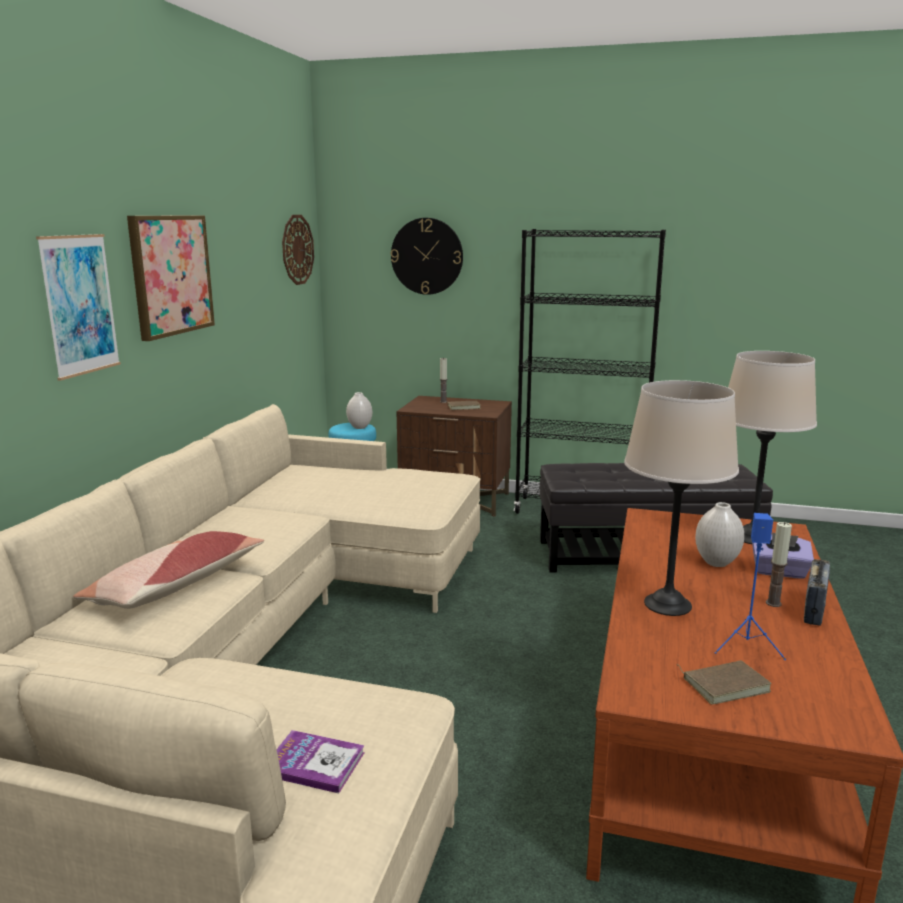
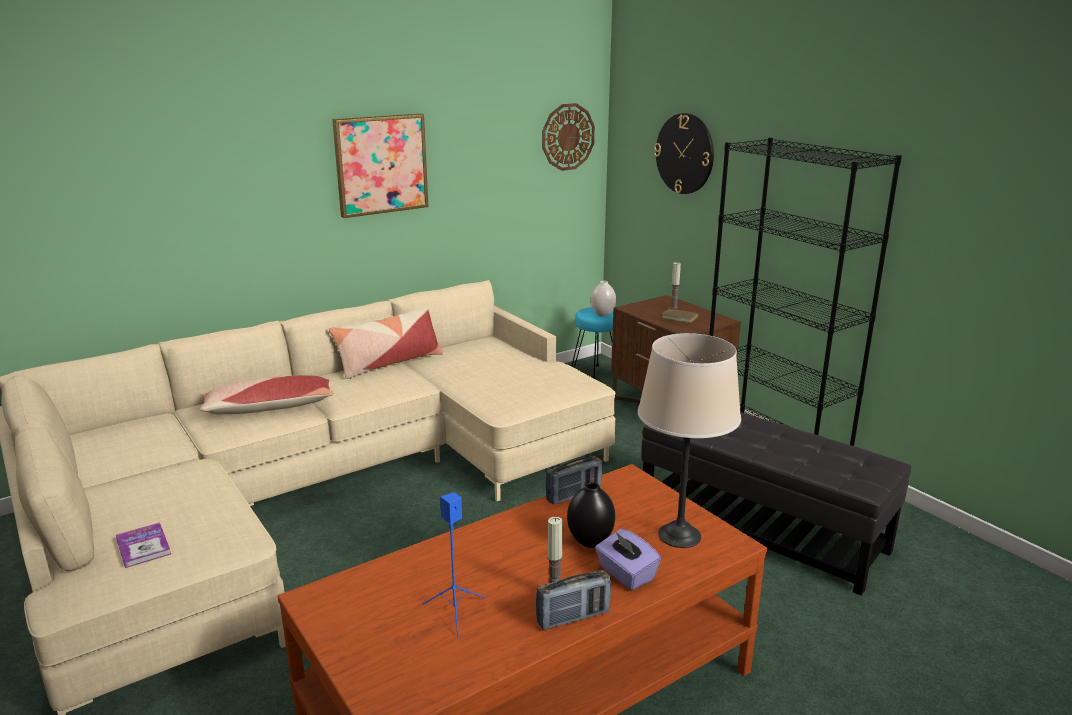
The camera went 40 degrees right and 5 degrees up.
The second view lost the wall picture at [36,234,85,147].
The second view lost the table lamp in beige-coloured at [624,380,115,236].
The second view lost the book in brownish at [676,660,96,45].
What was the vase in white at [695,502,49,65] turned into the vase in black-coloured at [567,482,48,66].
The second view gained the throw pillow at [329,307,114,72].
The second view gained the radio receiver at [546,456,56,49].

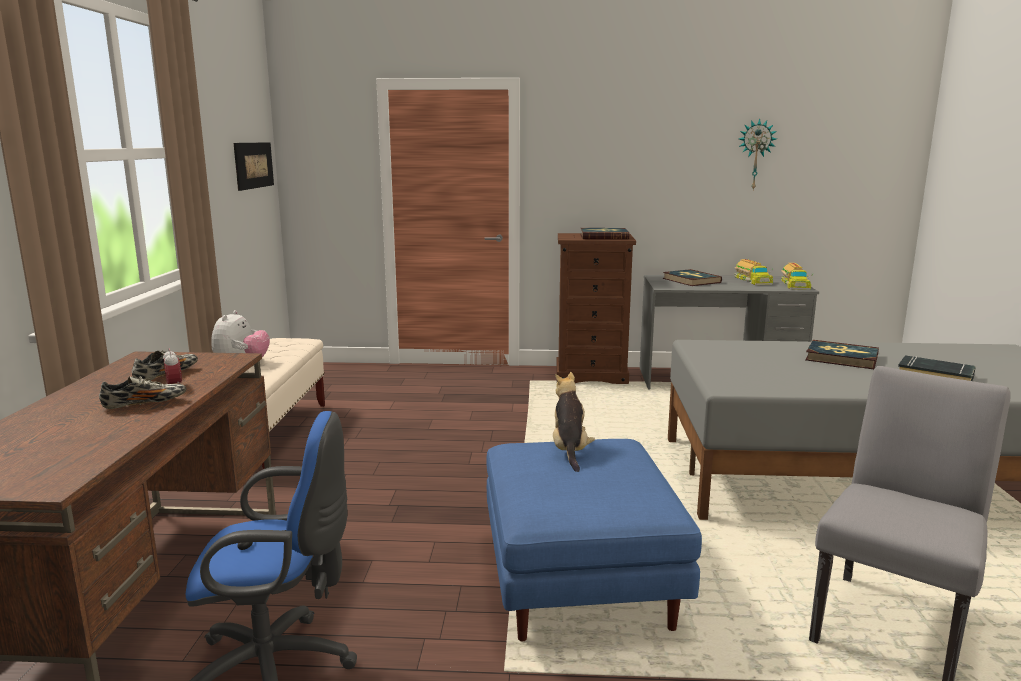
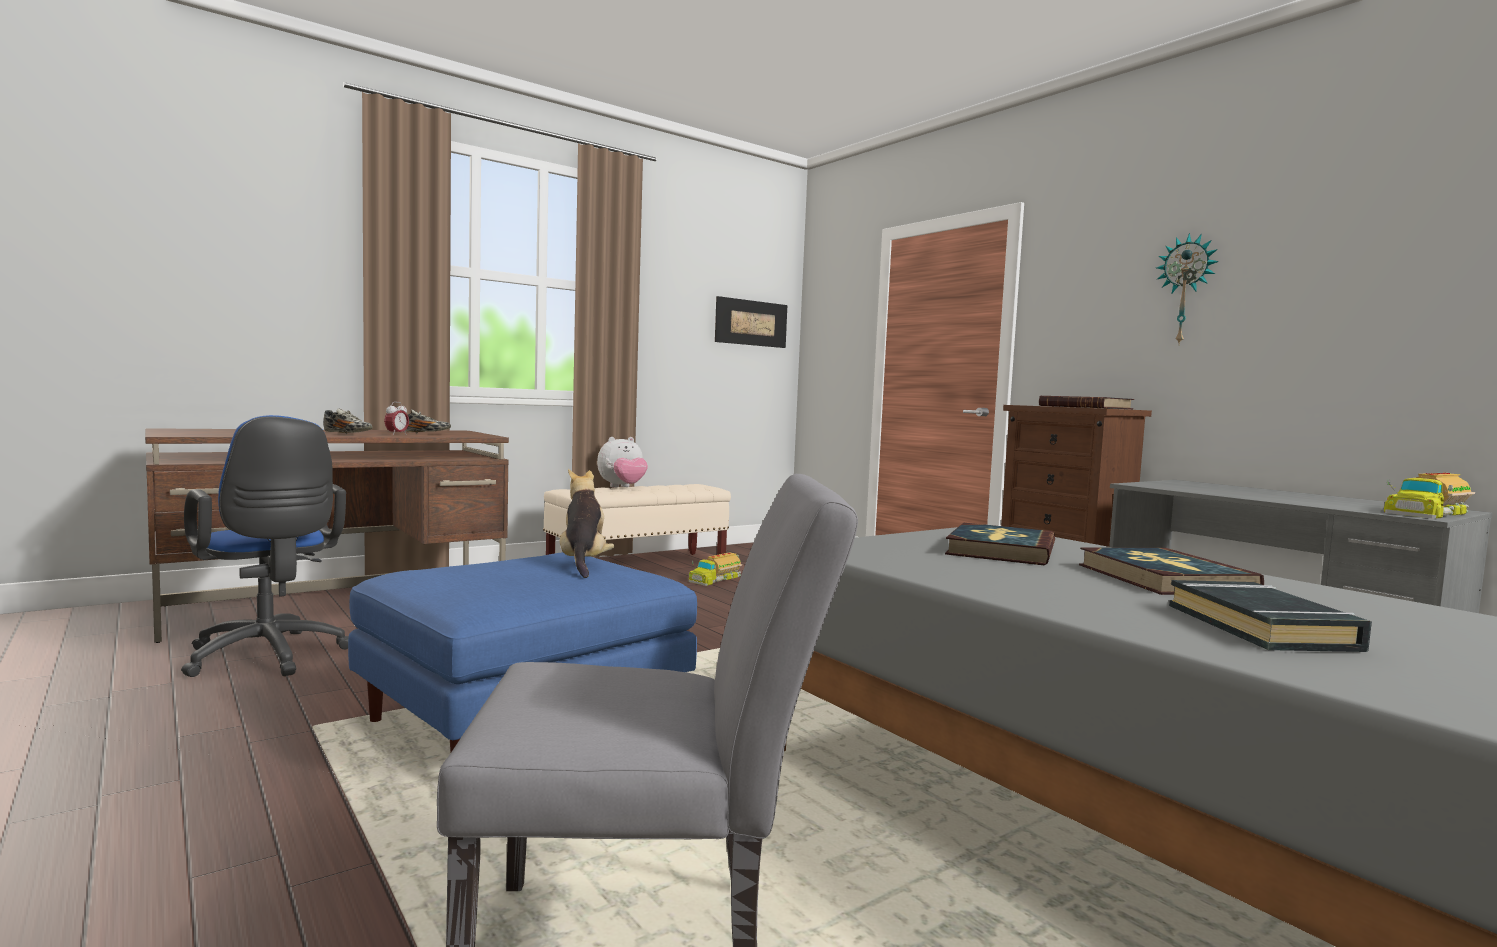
The camera went 50 degrees right and 10 degrees down.
The soft toy at [553,372,42,100] ended up facing another way, 60 degrees counterclockwise from before.
The book ended up elsewhere, having gone from [663,269,59,17] to [945,523,110,42].
The toy truck ended up elsewhere, having gone from [734,259,39,26] to [689,552,53,34].
The wall clock ended up elsewhere, having gone from [739,119,38,71] to [1157,233,62,111].

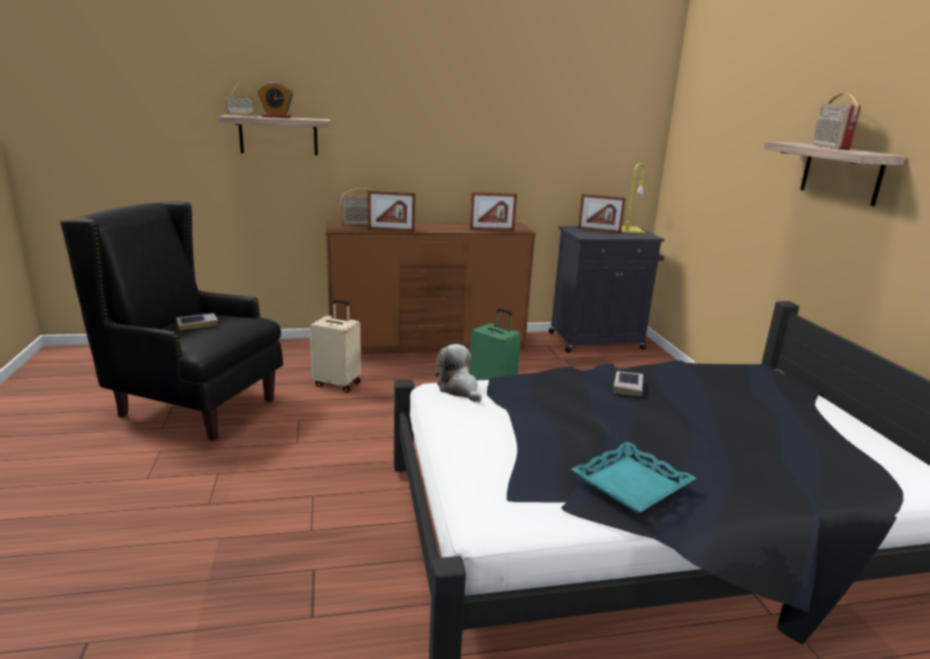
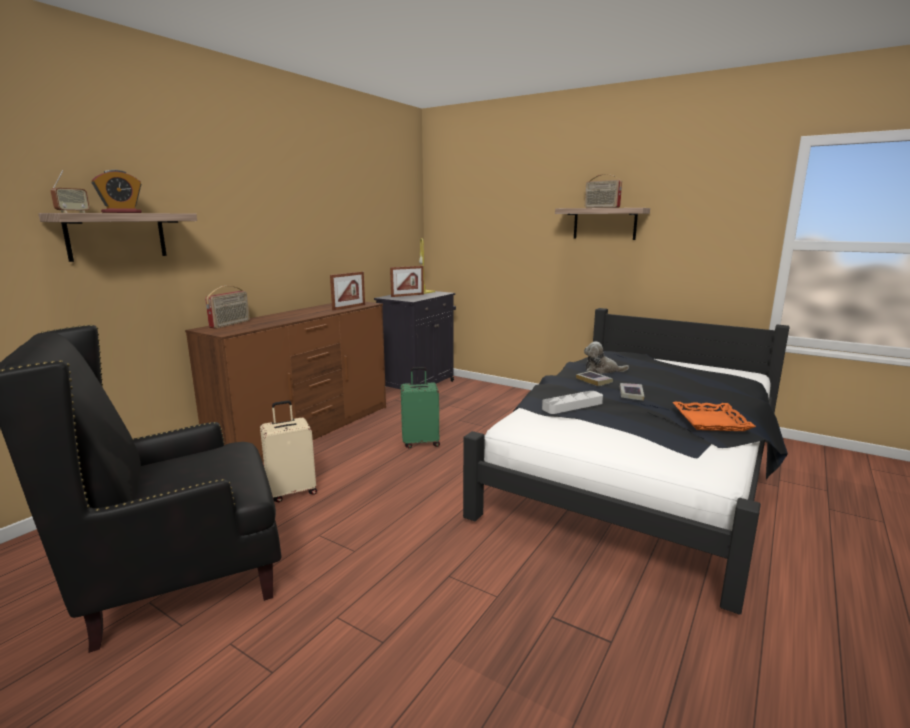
The camera went 45 degrees left and 5 degrees down.
The book ended up elsewhere, having gone from [176,313,42,17] to [620,383,24,18].
The second view lost the photo frame at [368,190,48,42].
The soft toy ended up elsewhere, having gone from [435,344,47,58] to [584,342,45,32].
What was the serving tray in blue-green at [571,442,125,71] turned into the serving tray in orange-coloured at [673,402,83,29].
The second view gained the serving tray in grey at [542,391,61,23].

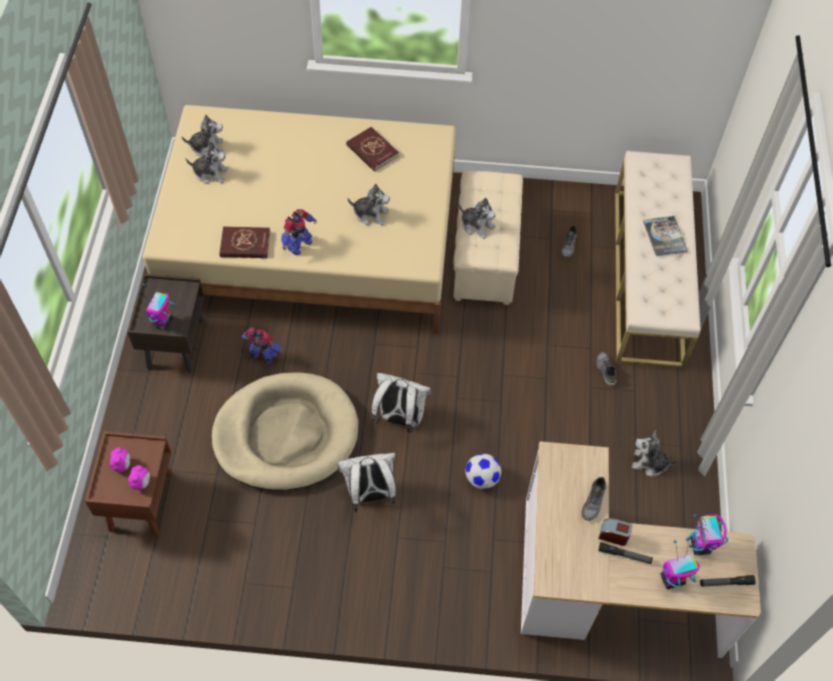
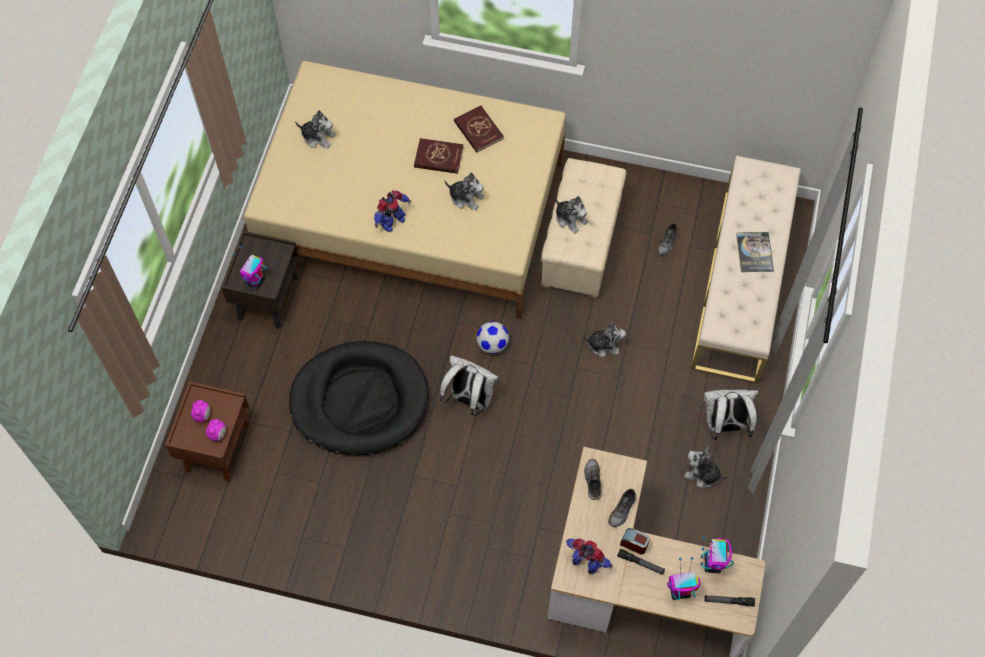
The camera went 10 degrees right and 5 degrees up.
The soft toy ended up elsewhere, having gone from [182,114,41,43] to [582,323,44,34].
What was the dog bed in beige-coloured at [212,373,146,118] turned into the dog bed in black-coloured at [289,341,140,115].
The book in red ended up elsewhere, having gone from [219,226,51,32] to [414,138,49,36].
The model robot ended up elsewhere, having gone from [241,328,42,36] to [566,539,46,35].
The rucksack in white ended up elsewhere, having gone from [337,453,59,59] to [703,390,55,50].
The ball for football ended up elsewhere, having gone from [465,453,36,36] to [476,321,33,33].
The shoe in grey ended up elsewhere, having gone from [596,352,21,34] to [584,459,17,41].

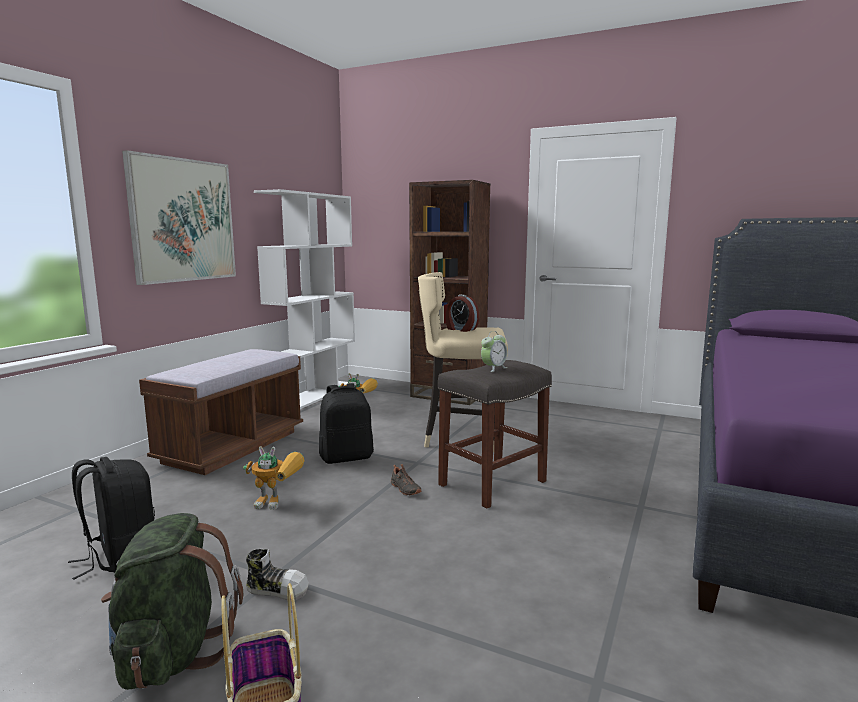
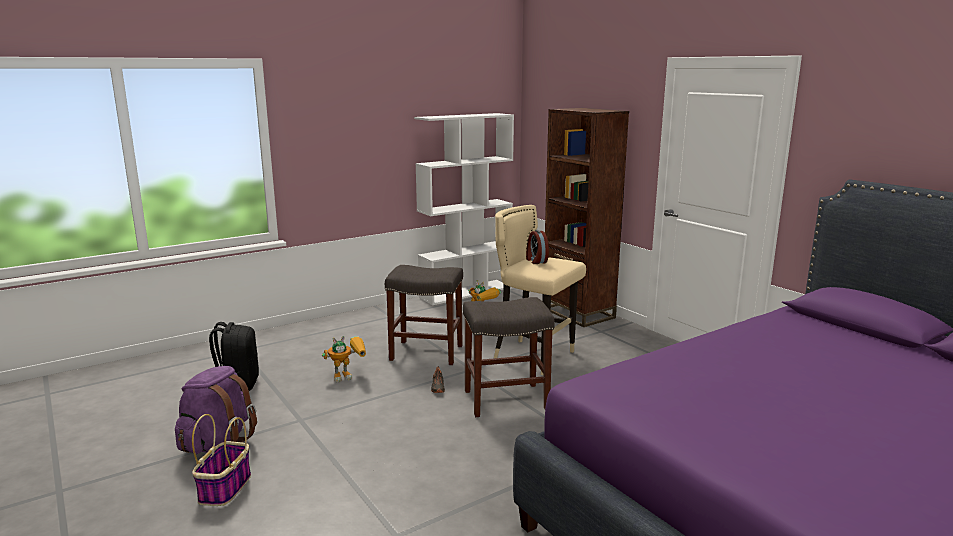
The camera went 30 degrees right and 5 degrees up.
What was the rucksack in greenish at [101,513,142,177] turned into the rucksack in purple at [175,366,82,88].
The second view lost the wall picture at [122,150,114,135].
The second view lost the bench in brownish at [139,349,164,126].
The model robot at [243,446,62,64] ended up facing another way, 60 degrees counterclockwise from before.
The second view lost the shoe at [246,549,63,52].
Where the rucksack in black-coloured stood at [319,383,55,81], the sitting stool in grey came to stand at [385,265,78,100].
The second view lost the table clock at [481,331,26,41].

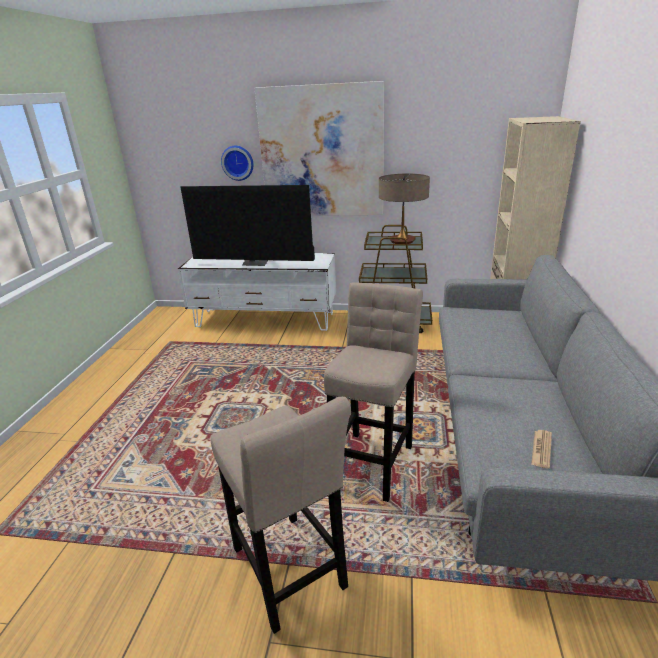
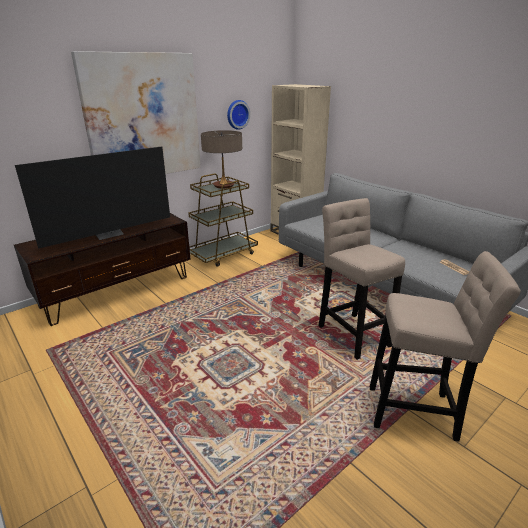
The camera went 50 degrees left and 0 degrees up.
What was the tv unit in white at [177,253,159,78] turned into the tv unit in brownish at [14,213,177,113].
The wall clock ended up elsewhere, having gone from [221,146,32,35] to [227,100,23,30].

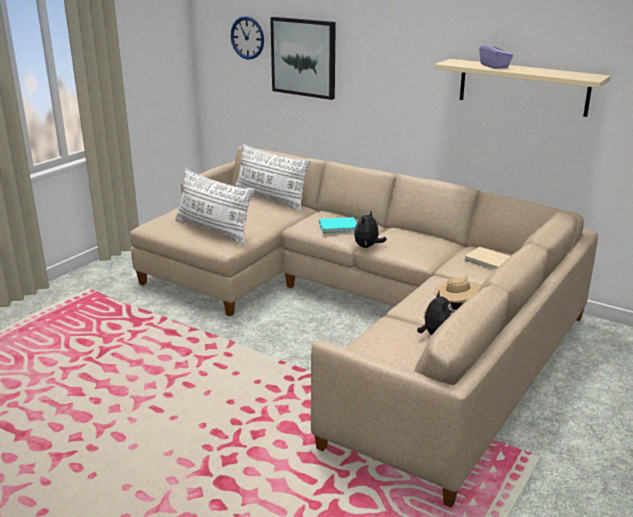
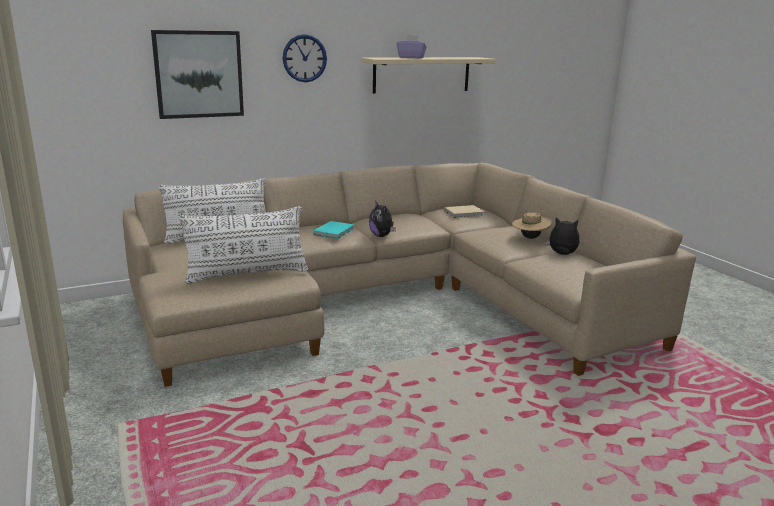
The camera went 60 degrees left and 5 degrees down.
The wall clock ended up elsewhere, having gone from [231,16,33,44] to [283,34,44,48].

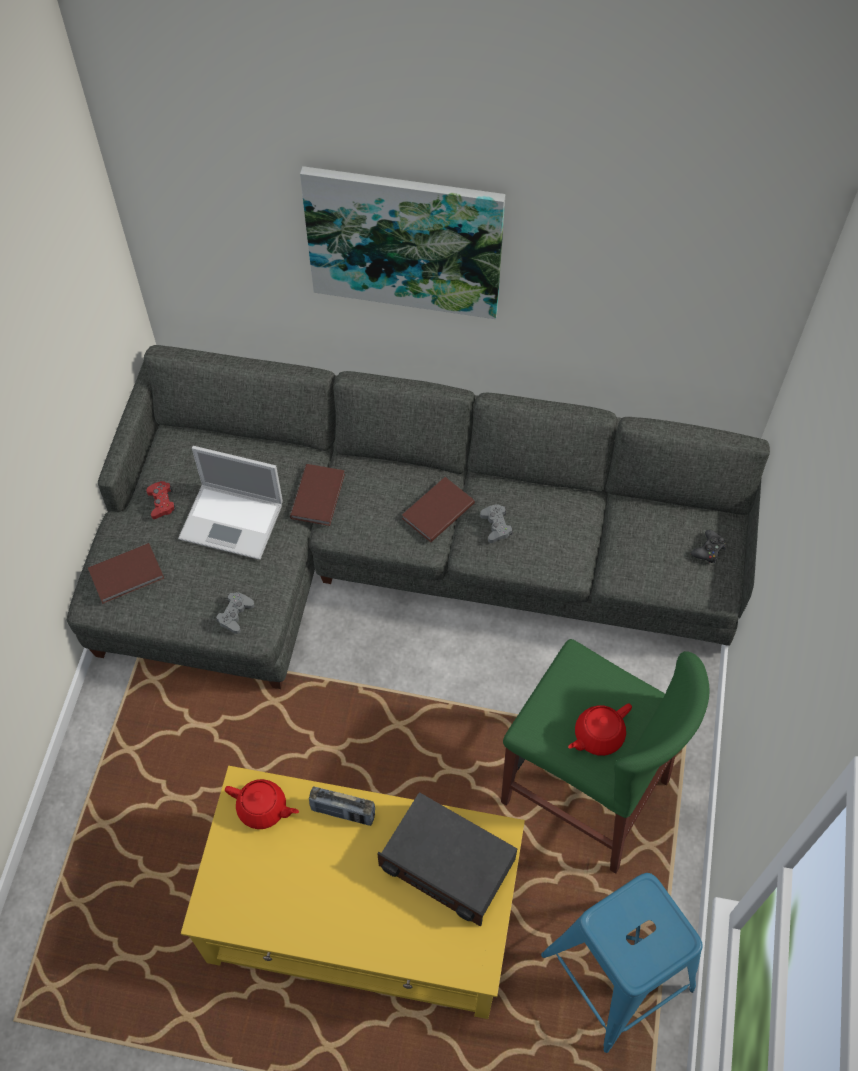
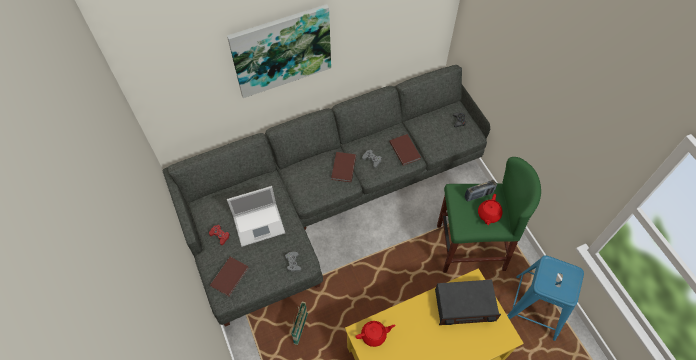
The camera went 35 degrees left and 0 degrees up.
The book in brownish ended up elsewhere, having gone from [290,464,55,62] to [389,134,32,32].
The radio receiver ended up elsewhere, having gone from [309,786,66,40] to [465,180,32,22].
The second view gained the storage basket at [291,301,17,44].

